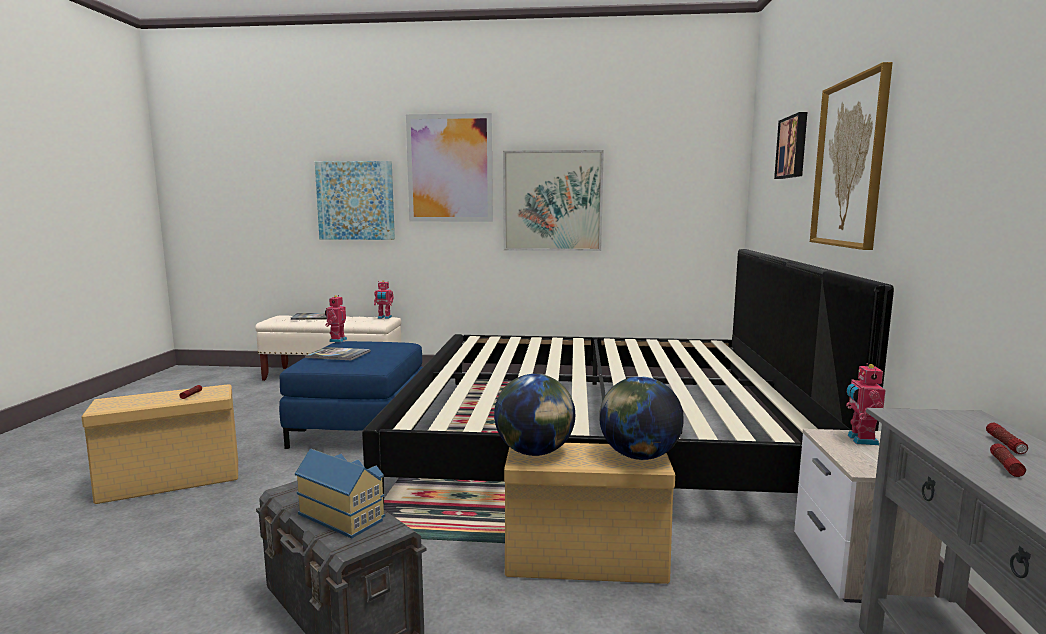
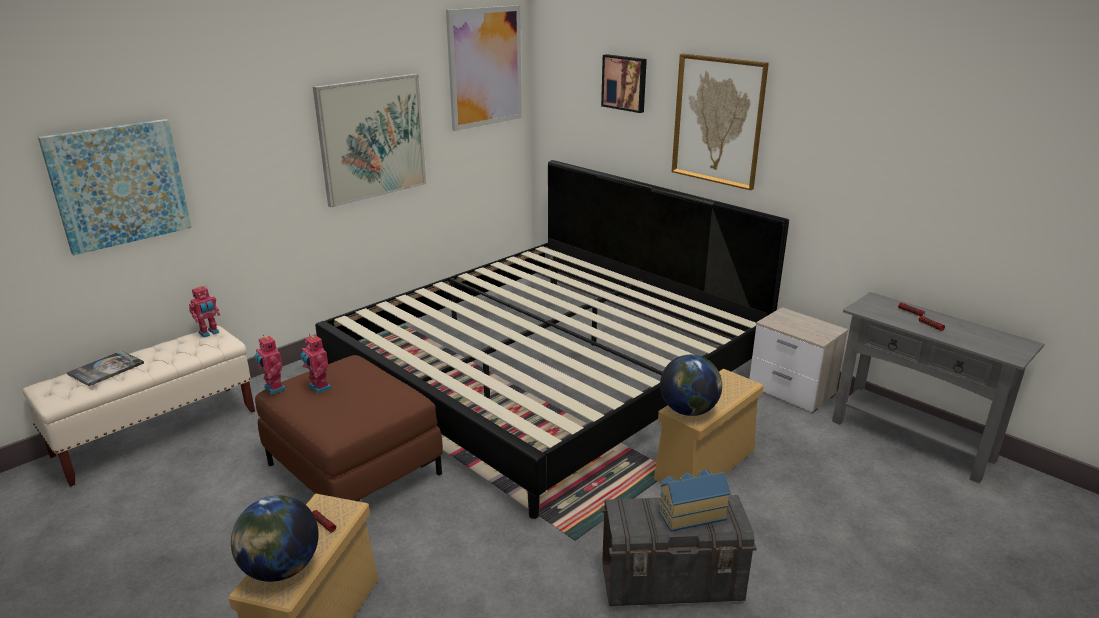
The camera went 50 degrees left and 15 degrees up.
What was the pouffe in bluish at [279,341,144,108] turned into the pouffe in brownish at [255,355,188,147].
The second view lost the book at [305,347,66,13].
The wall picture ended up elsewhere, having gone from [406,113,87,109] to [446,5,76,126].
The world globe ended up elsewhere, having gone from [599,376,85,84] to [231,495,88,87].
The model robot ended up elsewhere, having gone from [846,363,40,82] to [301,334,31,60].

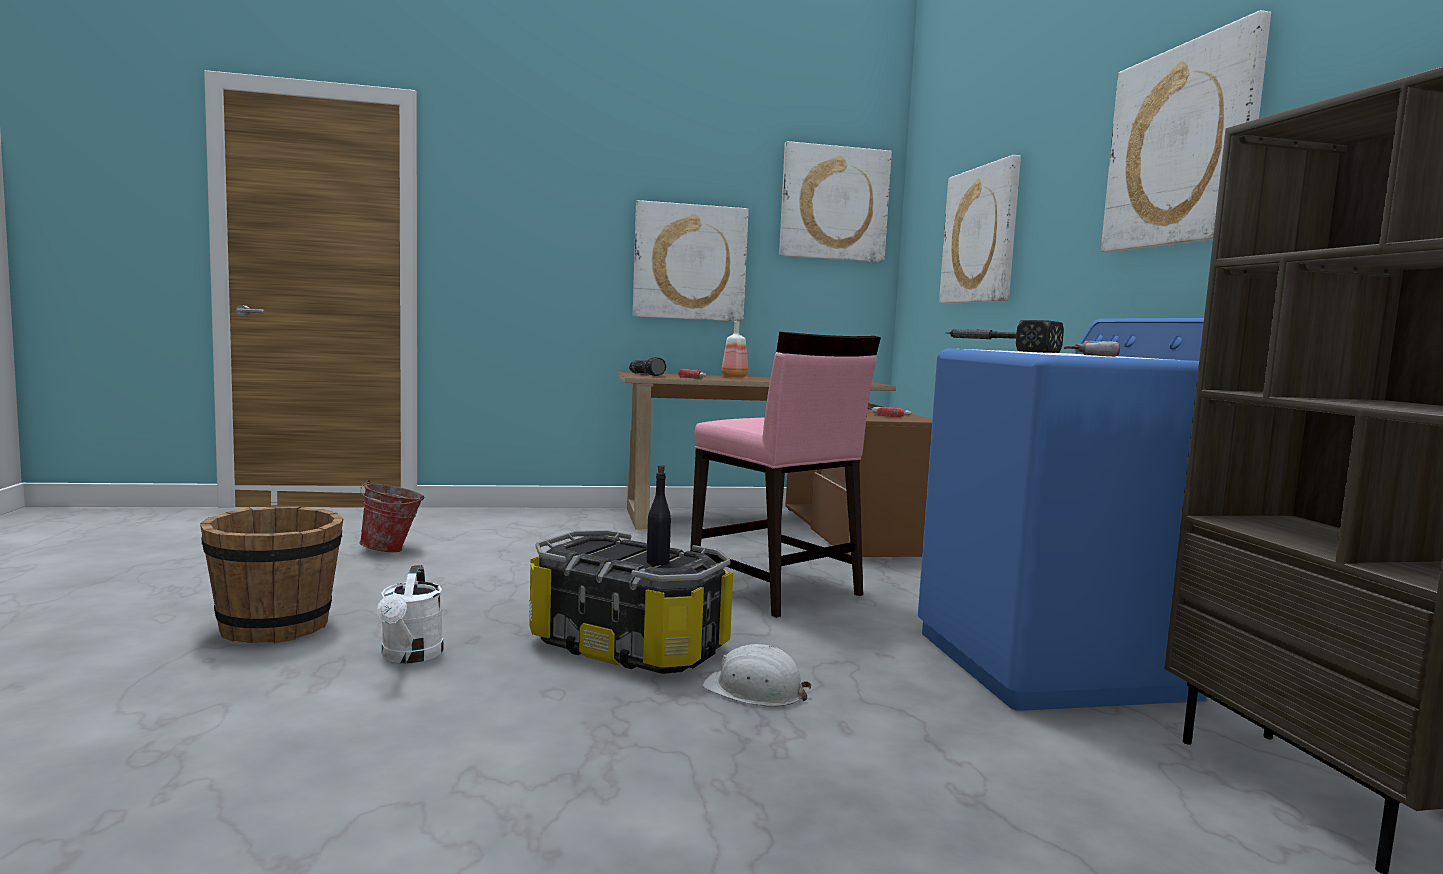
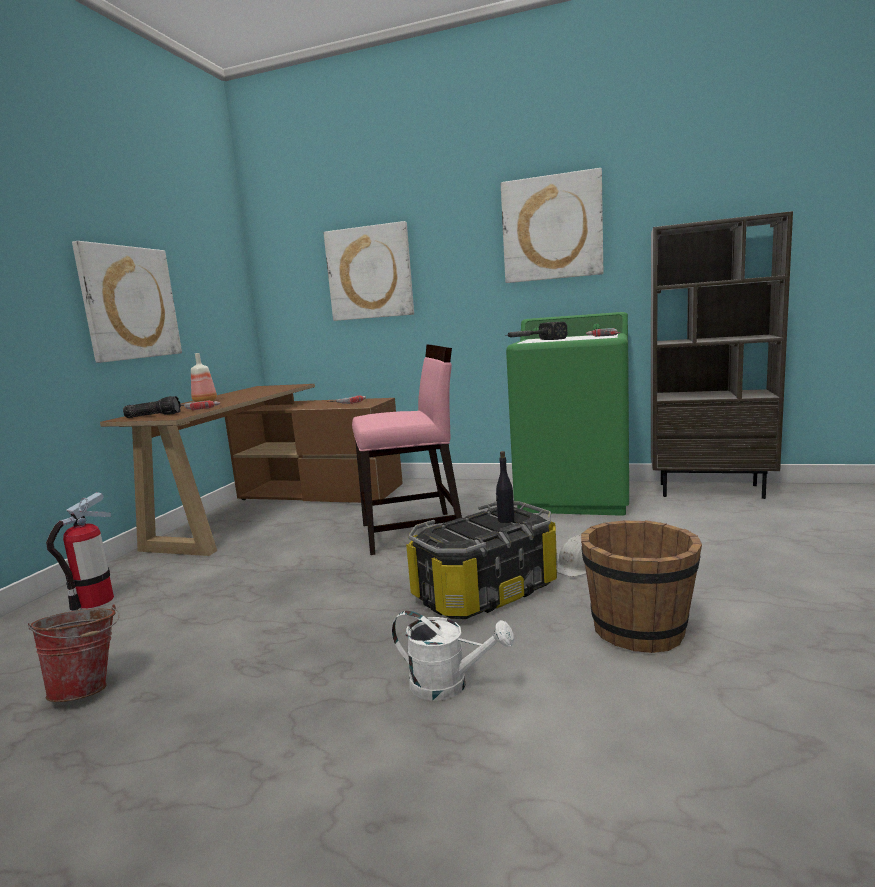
The camera went 60 degrees left and 5 degrees up.
The pail in brownish ended up elsewhere, having gone from [200,507,144,136] to [581,520,121,133].
The second view lost the wall picture at [779,141,113,121].
What was the laundry machine in bluish at [918,318,289,393] turned into the laundry machine in greenish at [506,312,123,204].
The second view gained the extinguisher at [46,492,68,119].

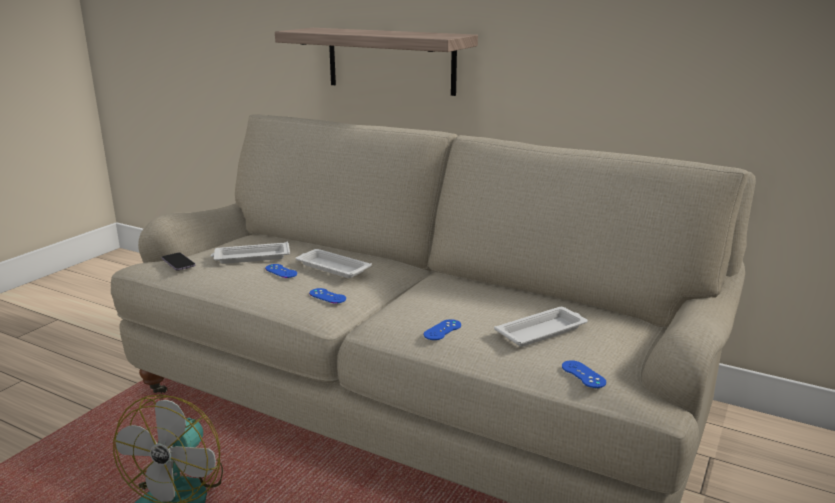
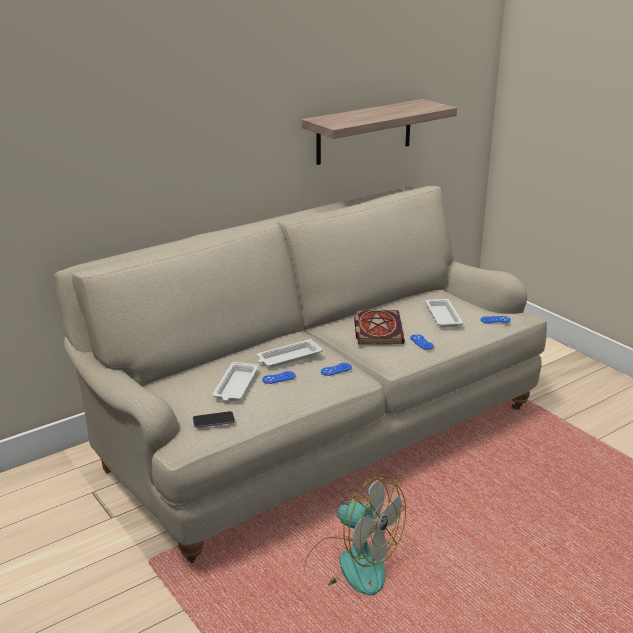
The camera went 65 degrees left and 5 degrees up.
The wall shelf ended up elsewhere, having gone from [275,28,203,68] to [302,99,155,66].
The second view gained the book at [354,310,51,35].

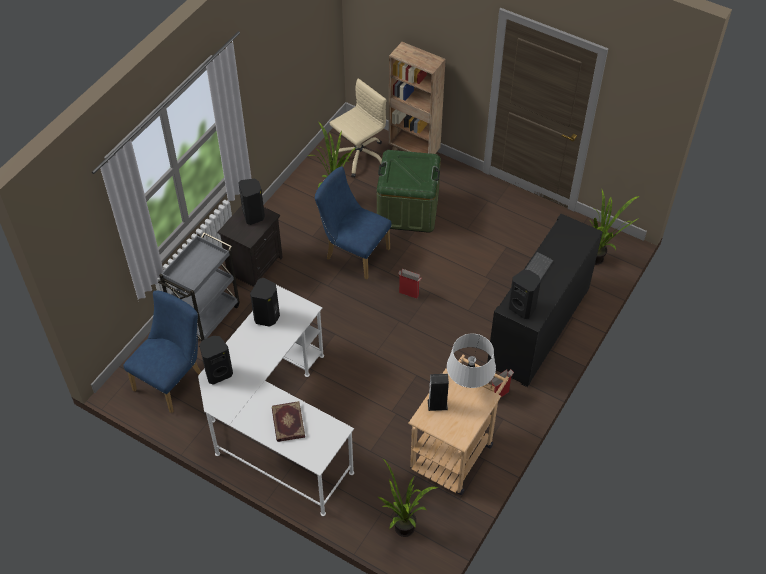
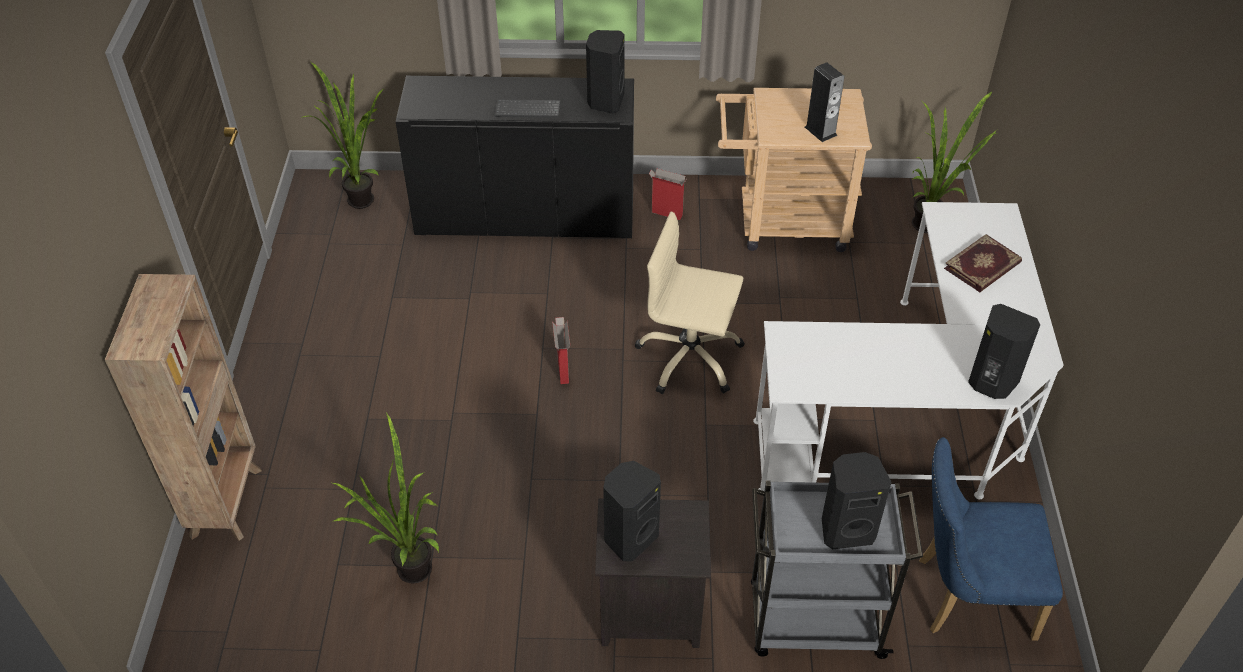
The camera went 120 degrees left and 5 degrees down.
The speaker in black-coloured ended up elsewhere, having gone from [250,278,30,49] to [822,452,69,97].
The second view lost the chair in bluish at [314,166,77,113].
The computer chair in beige-coloured ended up elsewhere, having gone from [330,78,56,99] to [635,211,110,183].
The second view lost the storage bin in greenish at [377,150,64,83].
The second view lost the table lamp in white at [447,334,49,54].

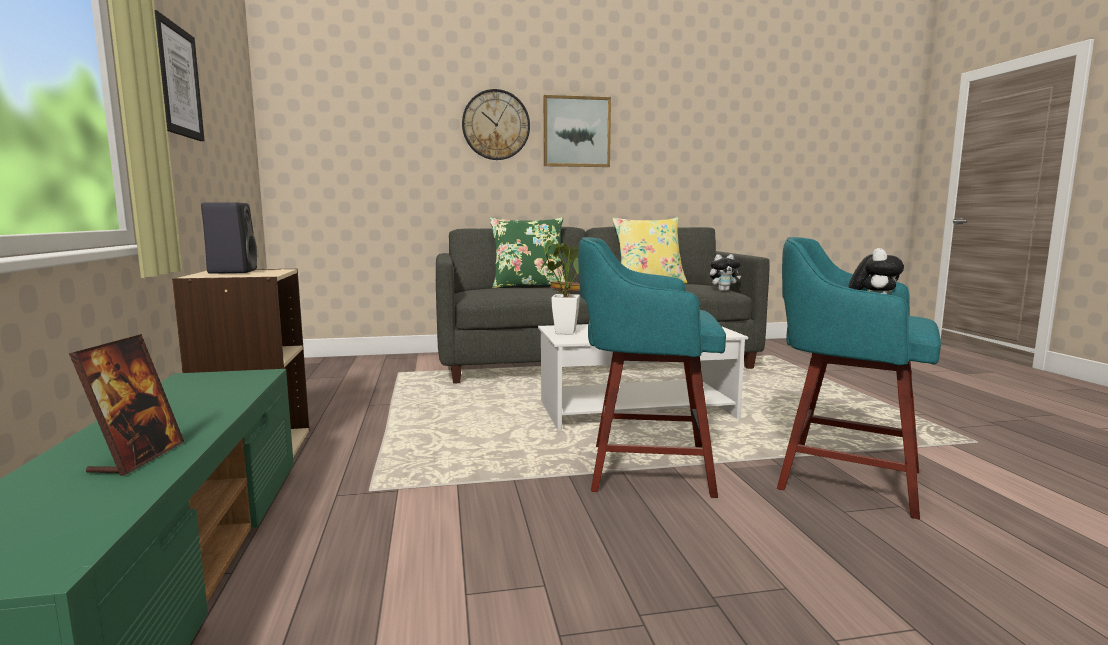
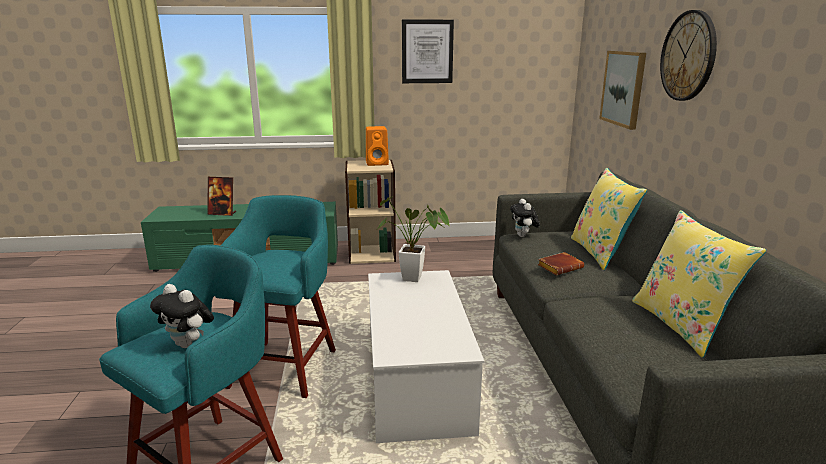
The camera went 95 degrees right and 10 degrees up.
What was the speaker in black-coloured at [201,202,56,72] turned into the speaker in orange-coloured at [366,126,23,40].
What was the throw pillow in greenish at [490,218,75,70] turned into the throw pillow in yellowish at [571,168,76,102].
The wall picture ended up elsewhere, having gone from [544,95,67,72] to [599,51,47,79].
The soft toy ended up elsewhere, having gone from [710,254,31,37] to [510,199,30,38].

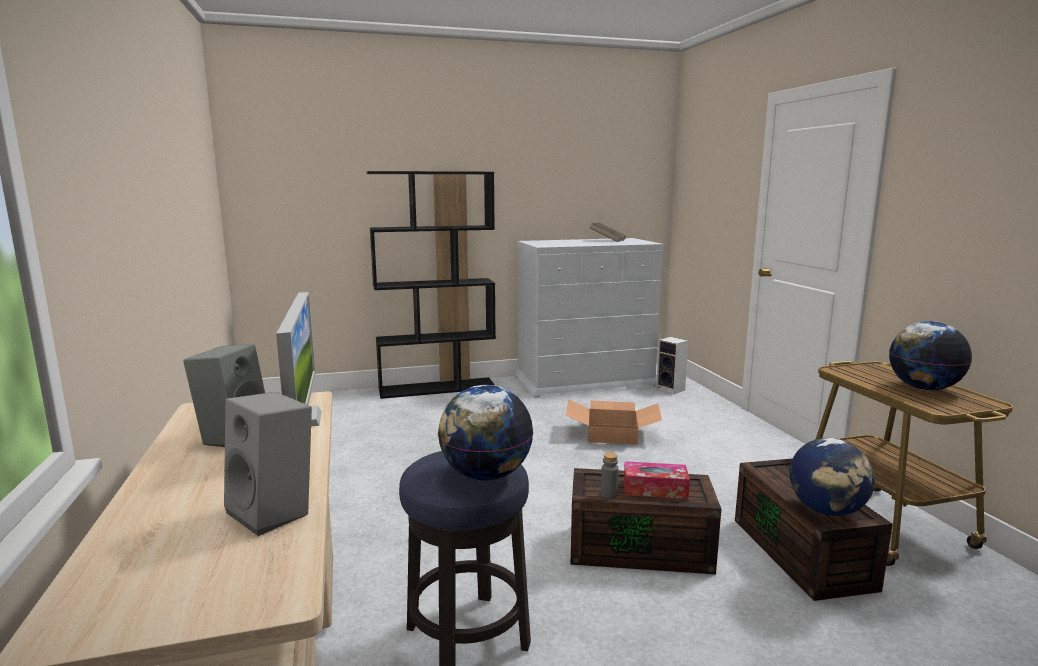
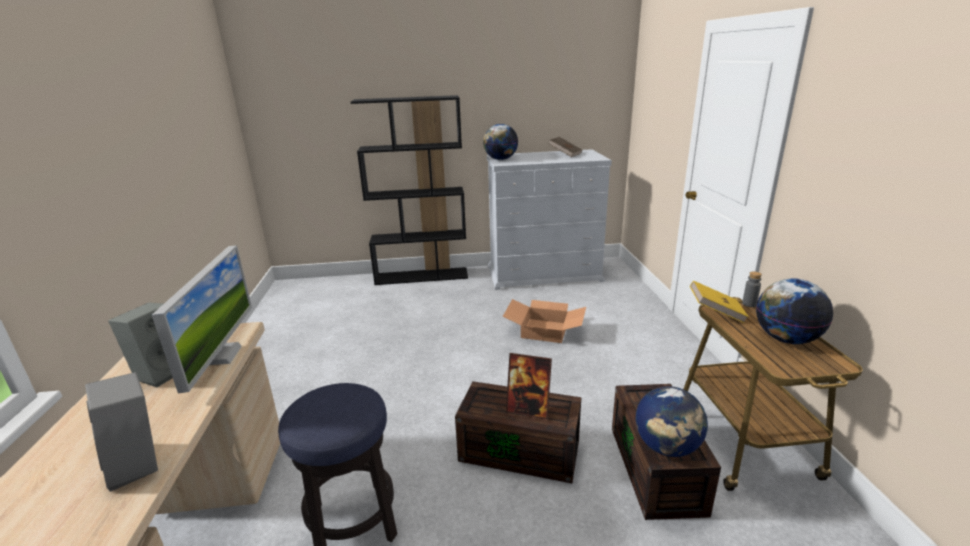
The camera went 10 degrees right and 10 degrees up.
The world globe ended up elsewhere, having gone from [438,385,95,96] to [483,124,35,36].
The bottle in grey ended up elsewhere, having gone from [601,452,18,47] to [742,271,20,36].
Where the box of tissues stood at [624,461,66,38], the photo frame came to stand at [506,353,46,66].
The second view lost the speaker at [656,337,32,57].
The second view gained the book in yellowish at [690,281,59,42].

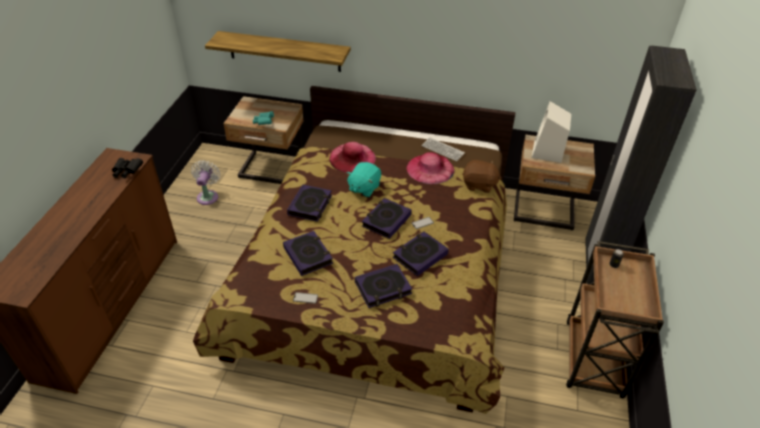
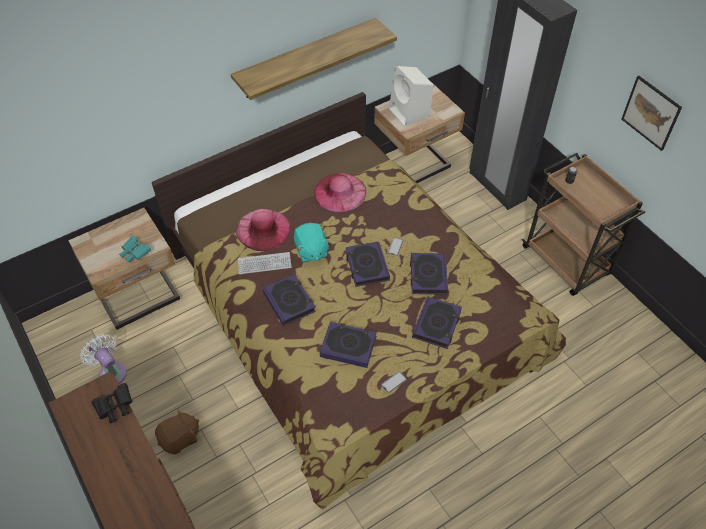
The camera went 45 degrees left and 10 degrees up.
The wall shelf ended up elsewhere, having gone from [205,31,146,41] to [231,18,166,82].
The keyboard ended up elsewhere, having gone from [421,137,44,24] to [238,252,54,22].
The soft toy in brownish ended up elsewhere, having gone from [462,160,40,33] to [155,409,44,45].
The second view gained the wall picture at [621,76,61,75].

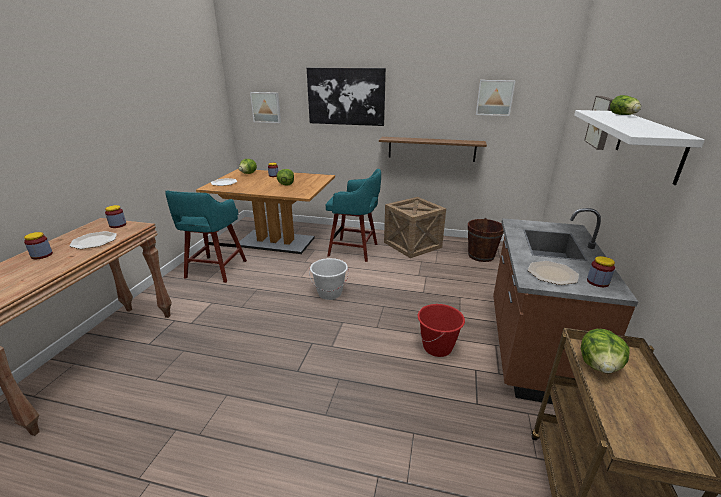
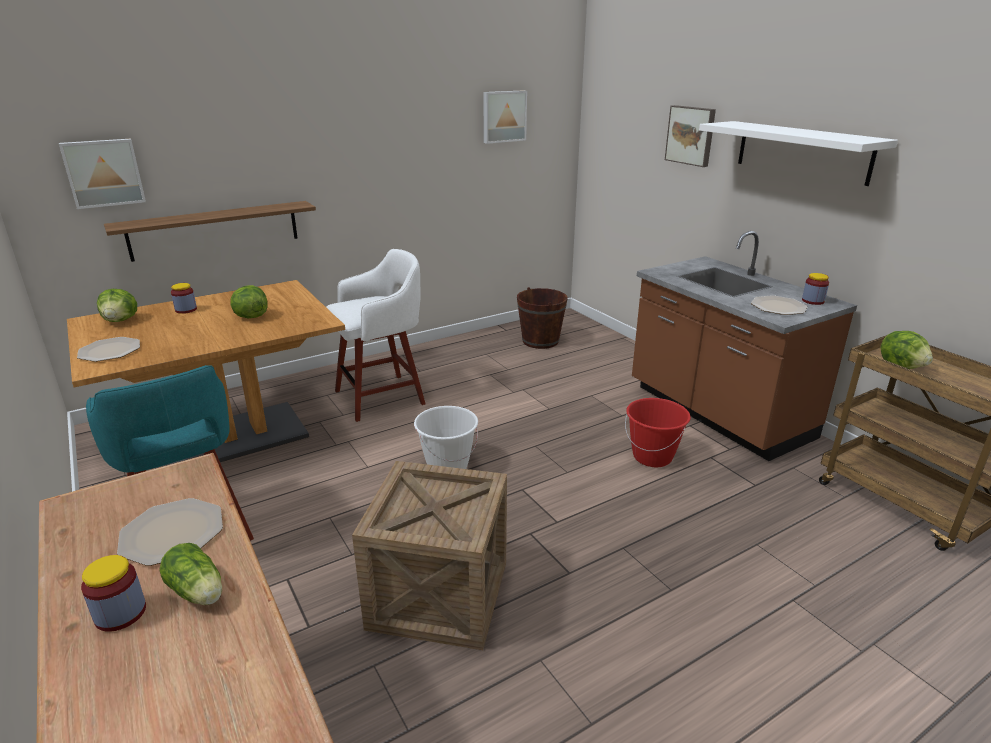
The camera went 45 degrees left and 0 degrees up.
The second view lost the storage jar at [105,205,21,23].
The second view lost the wall picture at [307,68,79,58].
What was the sitting stool in blue-green at [326,169,55,93] turned into the sitting stool in white at [326,249,100,173].
The wall shelf ended up elsewhere, having gone from [379,137,108,25] to [104,201,212,61].
The crate ended up elsewhere, having gone from [384,197,62,61] to [352,461,155,189].
The head of lettuce ended up elsewhere, having gone from [610,95,31,20] to [159,543,63,62].

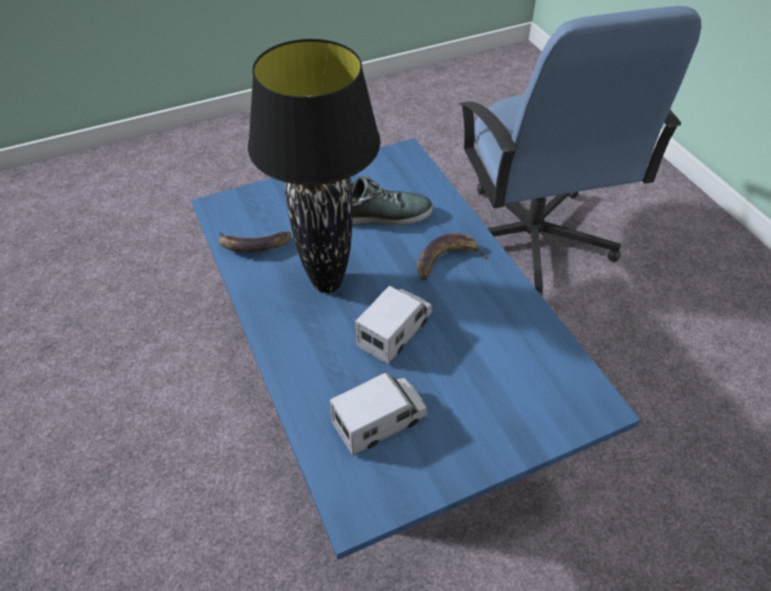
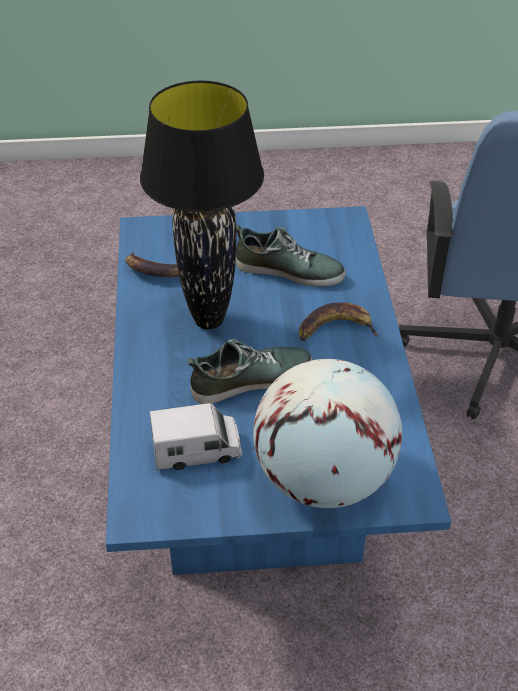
The camera went 20 degrees right and 5 degrees down.
Where the toy truck stood at [355,286,77,79], the shoe came to stand at [188,339,124,65].
The second view gained the world globe at [253,359,149,149].

